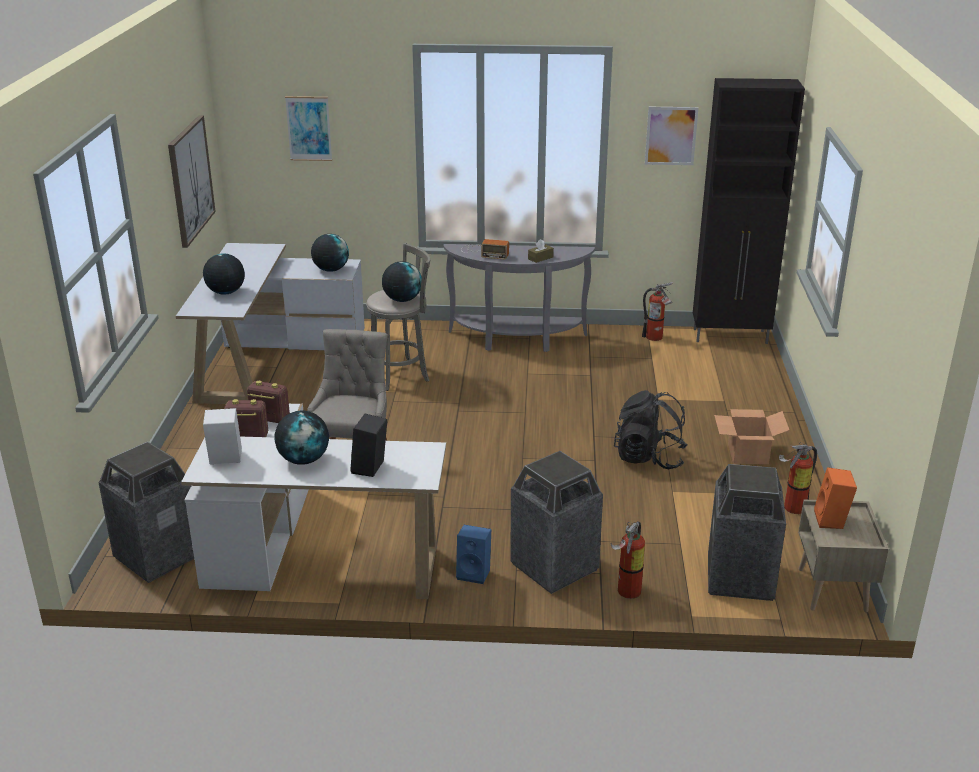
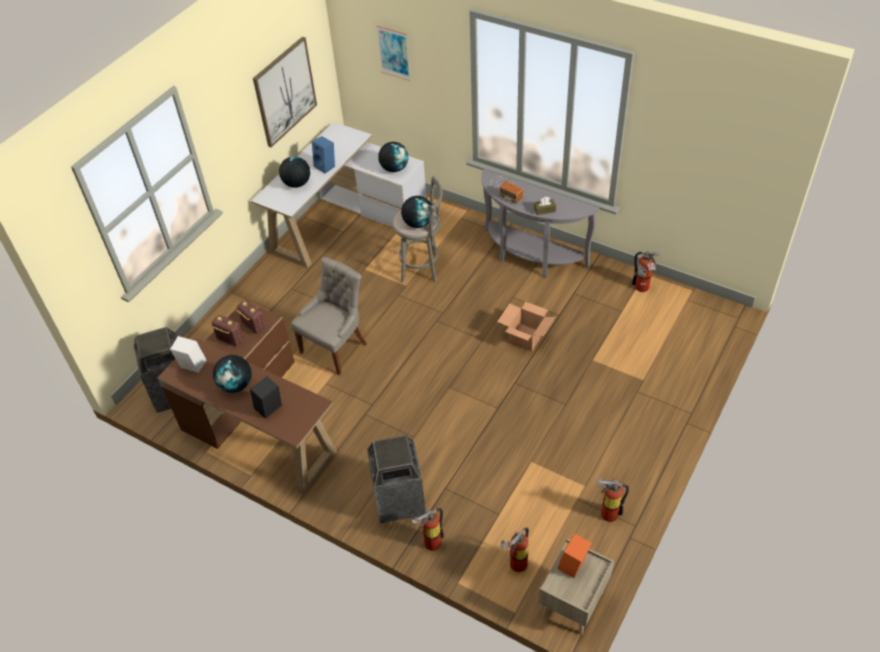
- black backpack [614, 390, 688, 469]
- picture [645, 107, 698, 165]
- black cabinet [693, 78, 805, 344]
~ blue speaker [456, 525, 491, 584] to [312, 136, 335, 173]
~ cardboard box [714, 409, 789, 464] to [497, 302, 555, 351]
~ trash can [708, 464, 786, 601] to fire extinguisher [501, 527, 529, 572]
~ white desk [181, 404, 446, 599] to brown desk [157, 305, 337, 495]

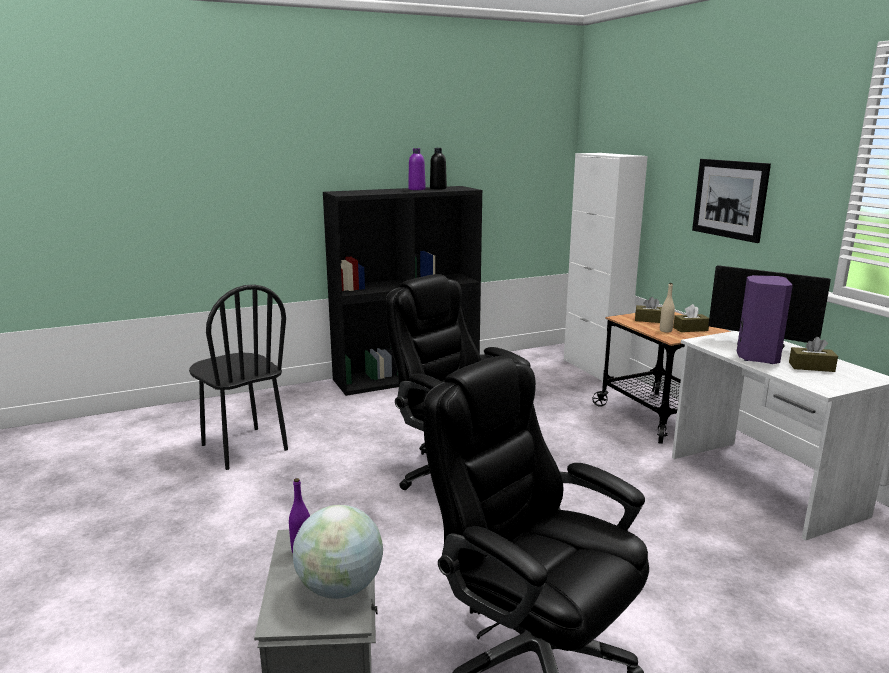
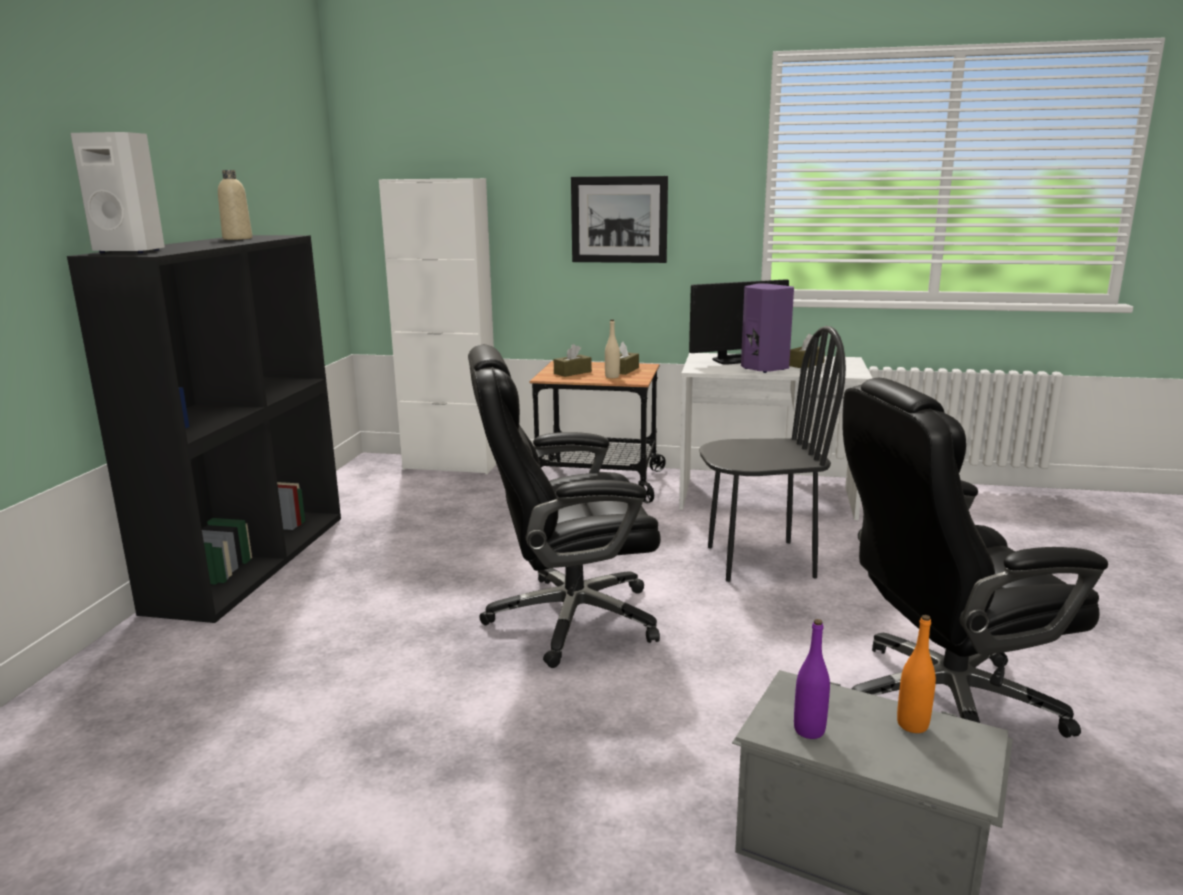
- purple bottle [408, 148, 426, 190]
+ white speaker [70, 132, 165, 253]
~ black chair [189, 285, 288, 470] to [699, 326, 846, 582]
~ globe [293, 505, 383, 599] to orange bottle [897, 615, 936, 733]
~ black bottle [430, 148, 447, 189] to beige bottle [218, 170, 252, 240]

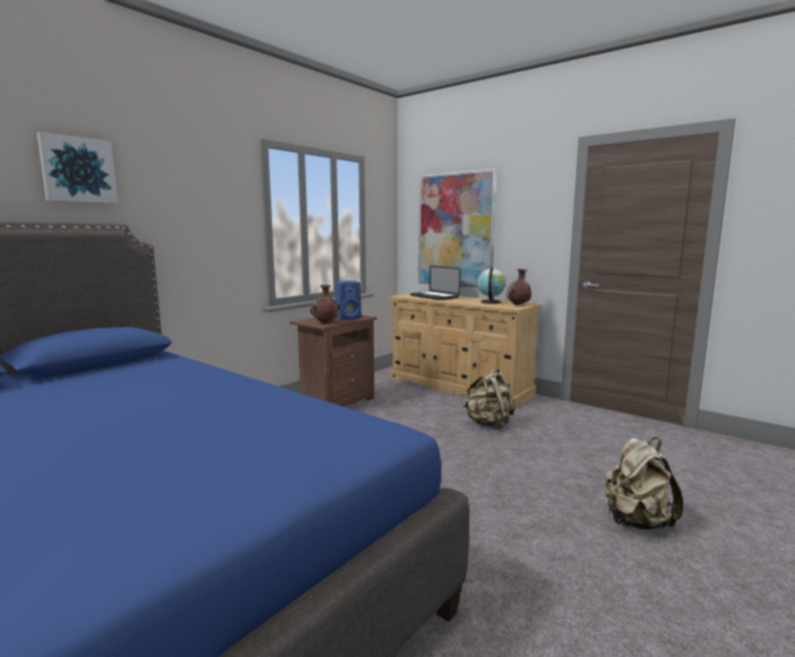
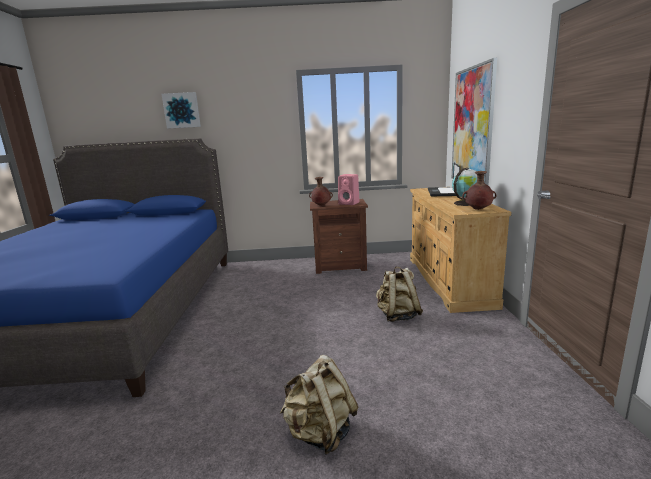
~ blue speaker [336, 280, 362, 320] to pink speaker [338, 174, 360, 205]

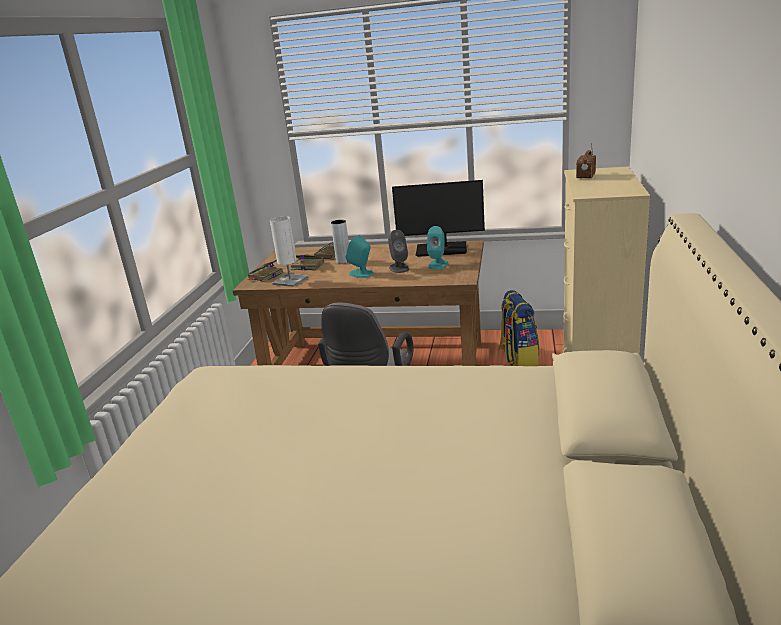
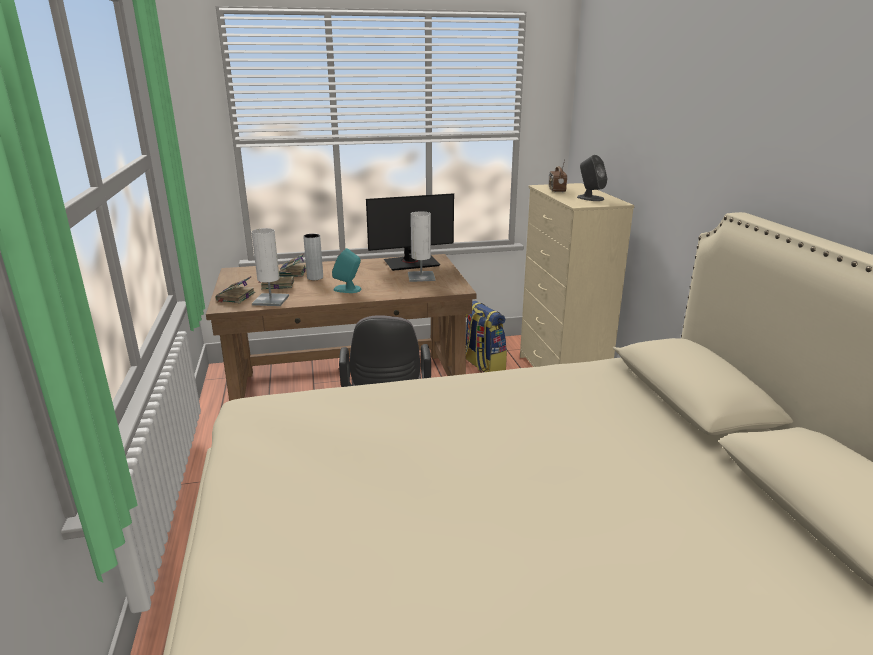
~ grey speaker [388, 230, 410, 273] to [577, 155, 608, 201]
~ turquoise speaker [427, 226, 448, 270] to white table lamp [408, 211, 435, 282]

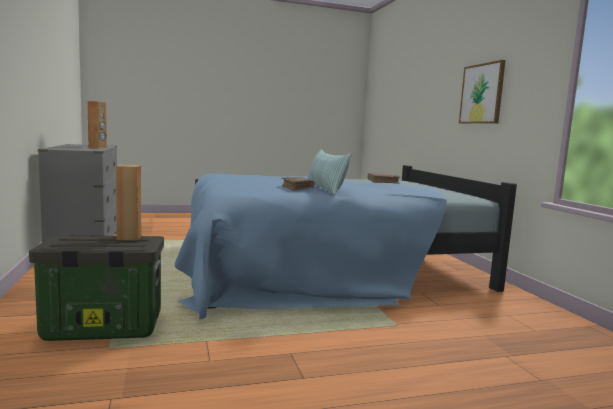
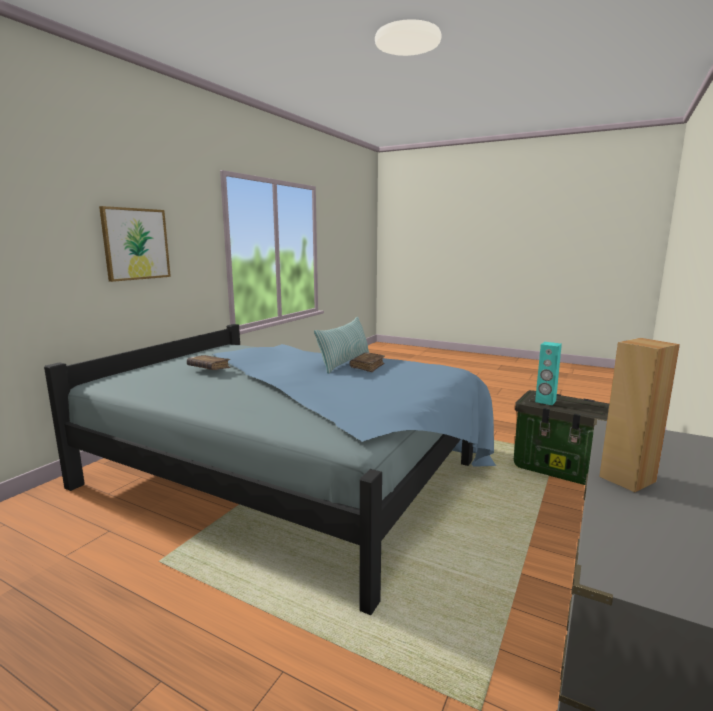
~ brown speaker [116, 165, 141, 240] to turquoise speaker [535, 342, 562, 405]

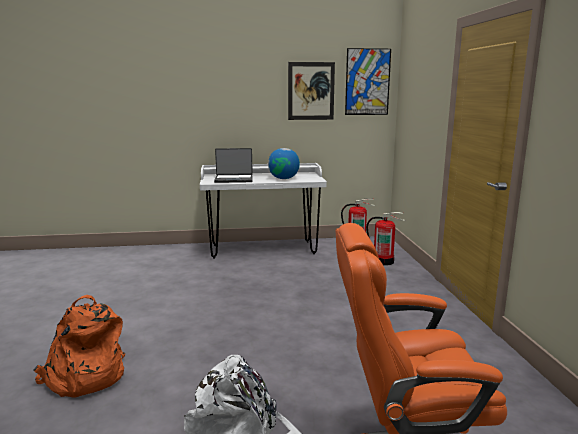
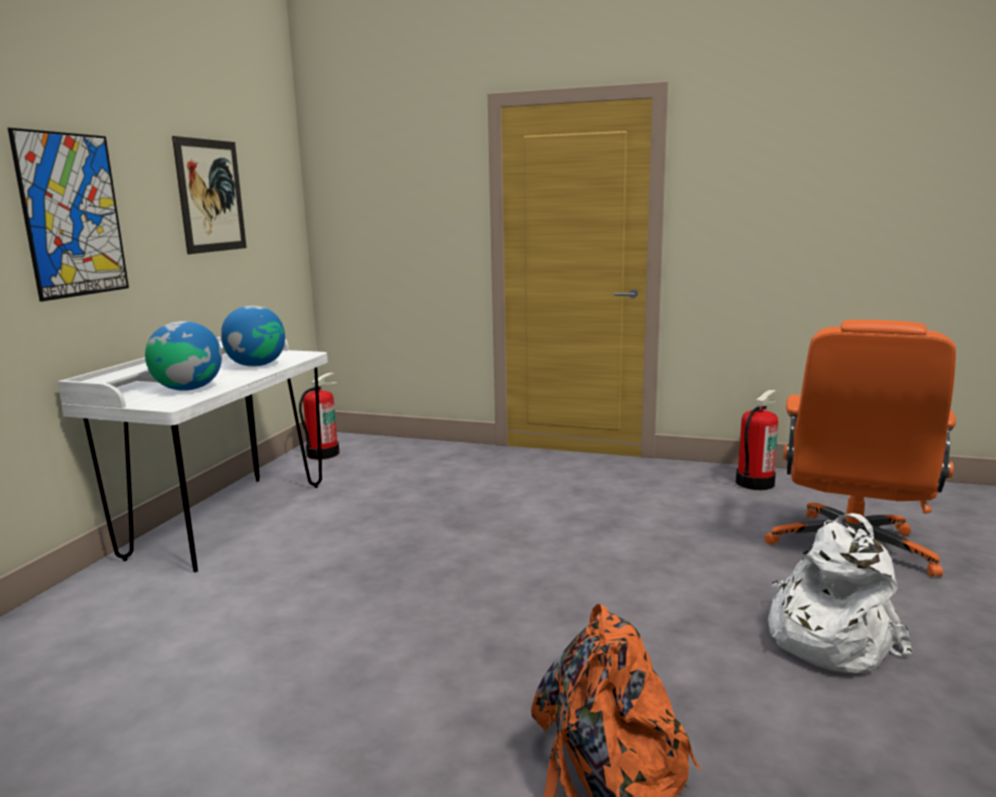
~ picture [345, 48, 391, 115] to [8, 128, 129, 302]
~ fire extinguisher [366, 212, 405, 266] to [736, 389, 778, 490]
~ laptop [214, 148, 253, 183] to globe [145, 321, 222, 391]

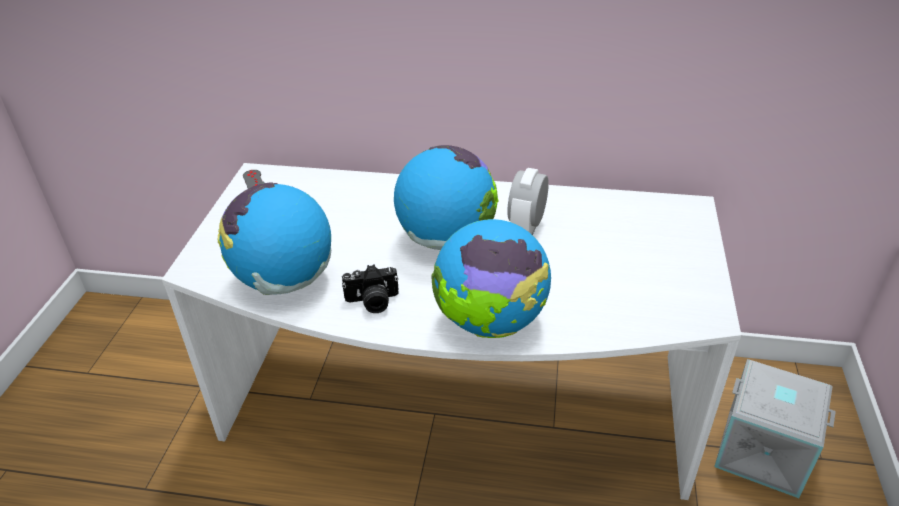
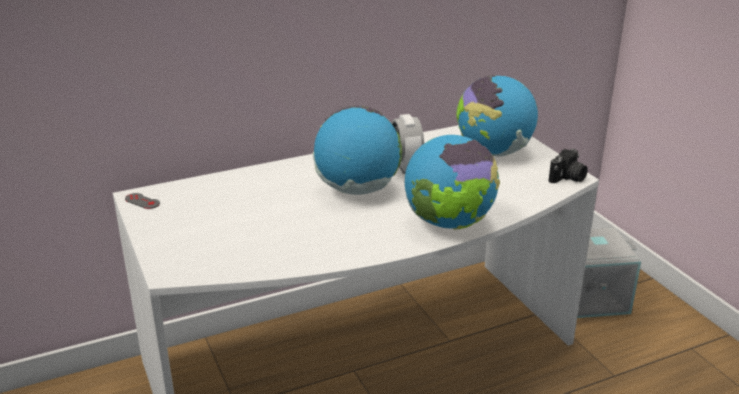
~ globe [218, 183, 331, 295] to [456, 75, 538, 157]
~ photo camera [342, 264, 399, 313] to [549, 149, 588, 183]

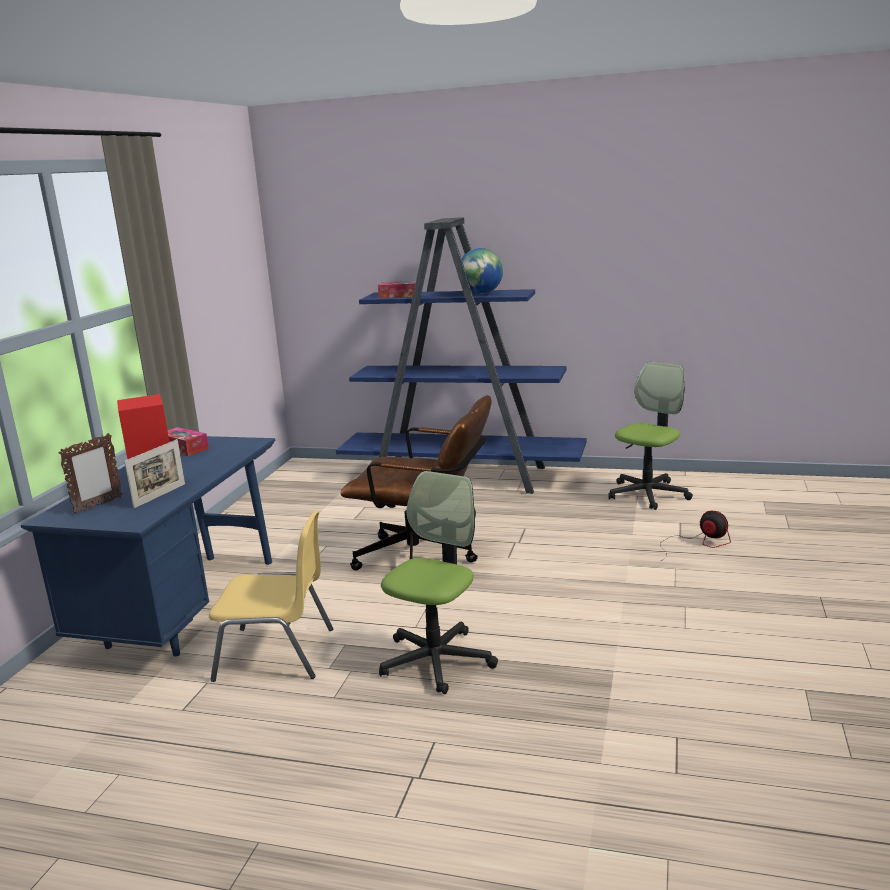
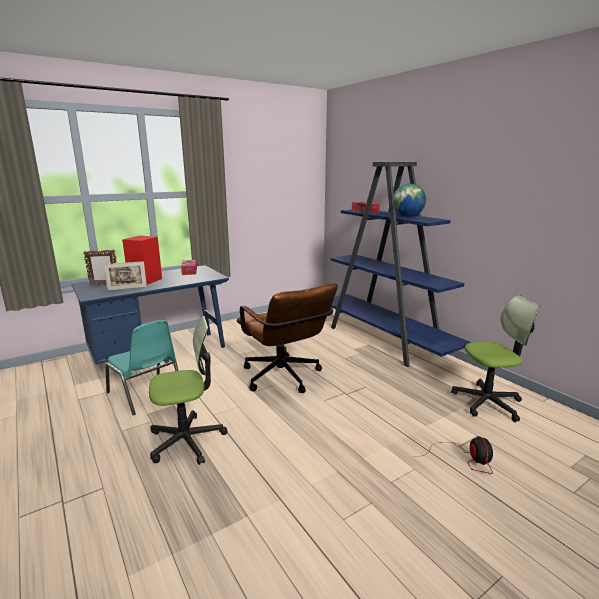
~ yellow chair [209, 510, 333, 682] to turquoise chair [105, 320, 179, 415]

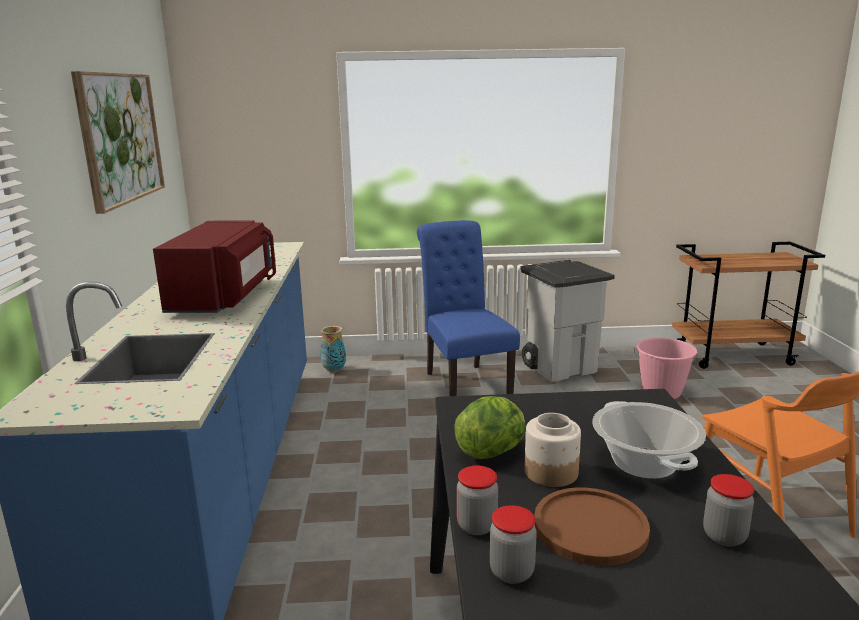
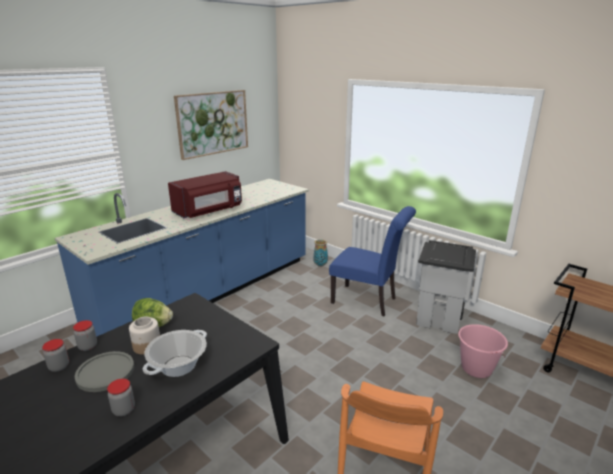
~ brown plate [534, 487, 650, 566] to grey plate [75, 351, 134, 392]
~ blue chair [417, 220, 520, 396] = [329, 206, 416, 316] 90 degrees clockwise

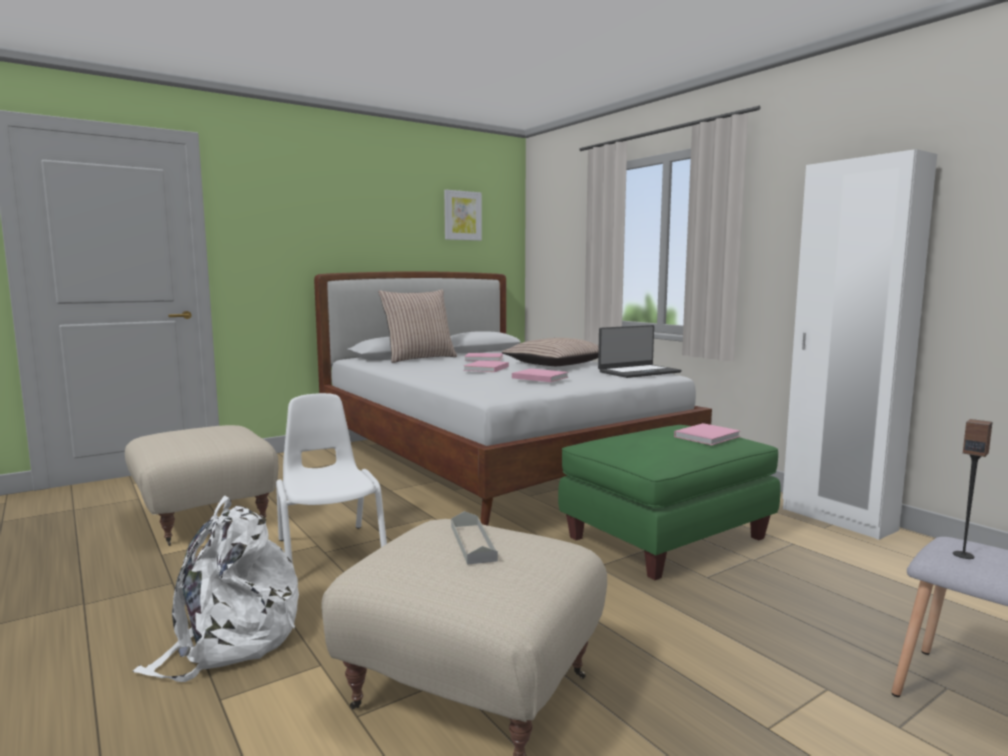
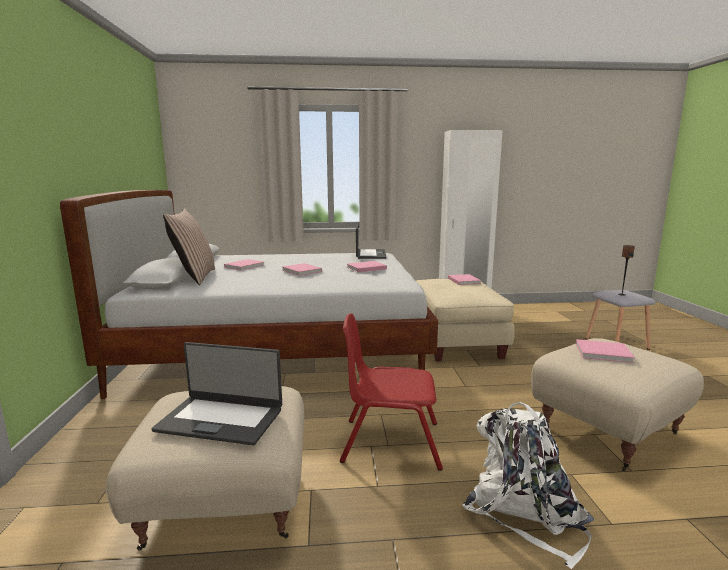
- picture [444, 190, 482, 241]
- pillow [502, 338, 599, 366]
+ laptop [152, 342, 282, 445]
~ grey tray [451, 511, 498, 565] to pink book [576, 339, 635, 363]
~ white chair [276, 393, 387, 563] to red chair [340, 313, 443, 471]
~ green ottoman [558, 425, 781, 580] to beige ottoman [416, 279, 515, 362]

